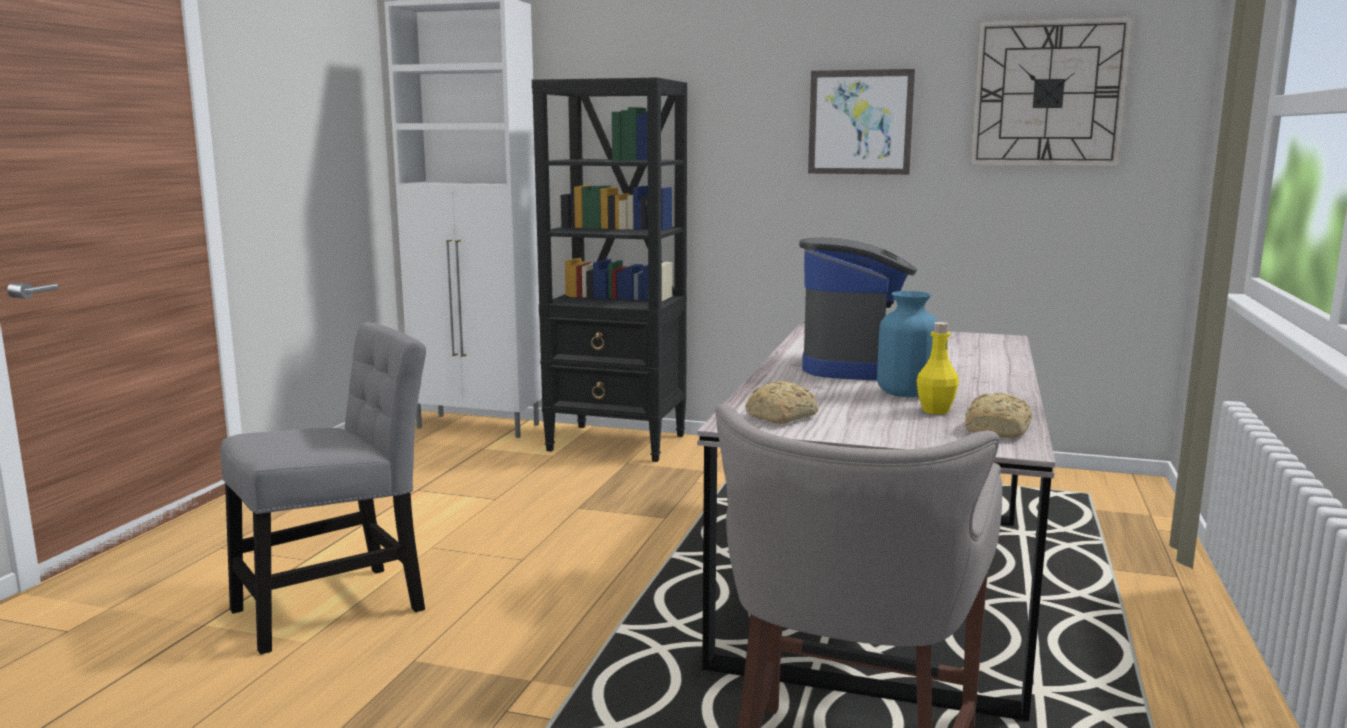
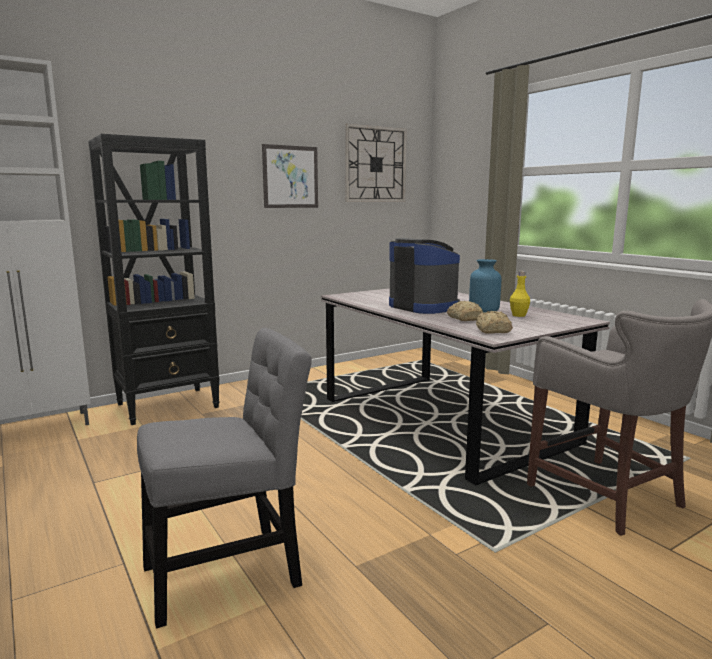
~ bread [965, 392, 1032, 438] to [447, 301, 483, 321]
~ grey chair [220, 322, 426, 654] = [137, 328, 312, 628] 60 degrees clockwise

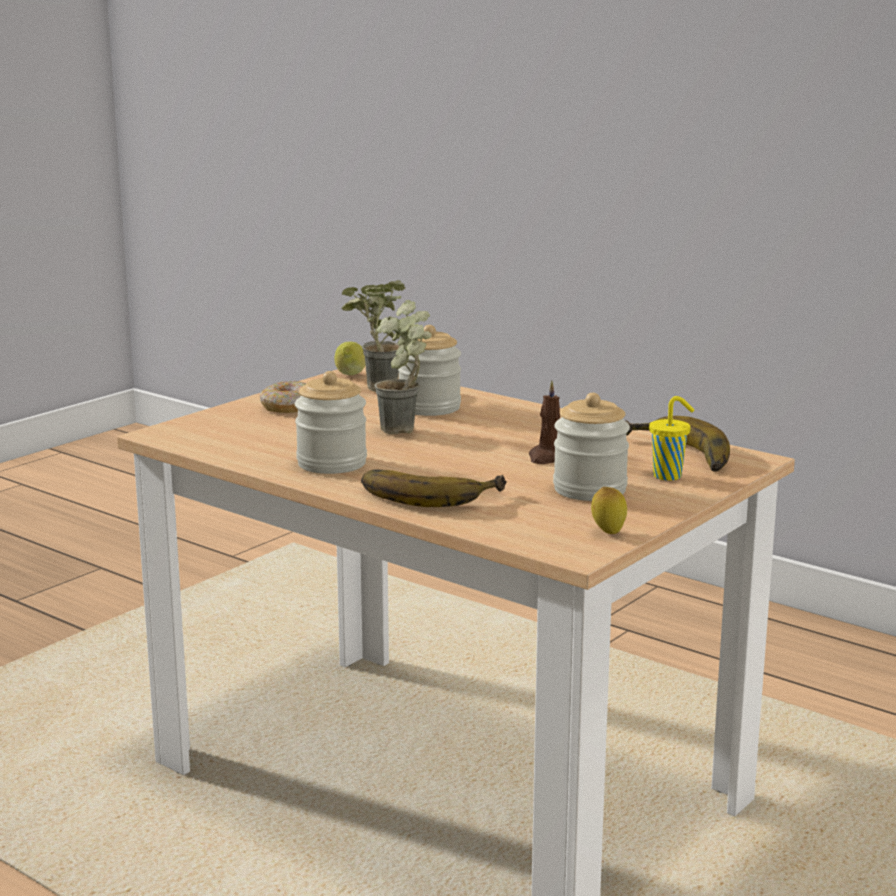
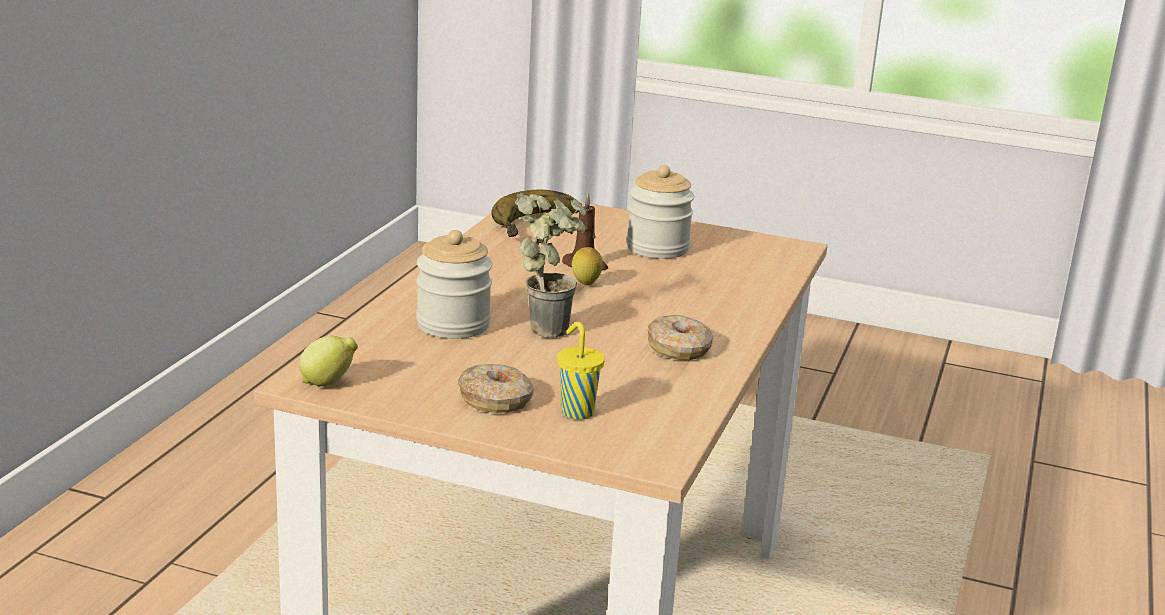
- potted plant [341, 280, 405, 392]
- banana [361, 470, 507, 507]
~ lemon [591, 487, 627, 534] to [572, 247, 603, 285]
~ yellow cup [649, 396, 694, 481] to [557, 322, 605, 420]
~ jar [295, 371, 367, 474] to donut [648, 315, 713, 360]

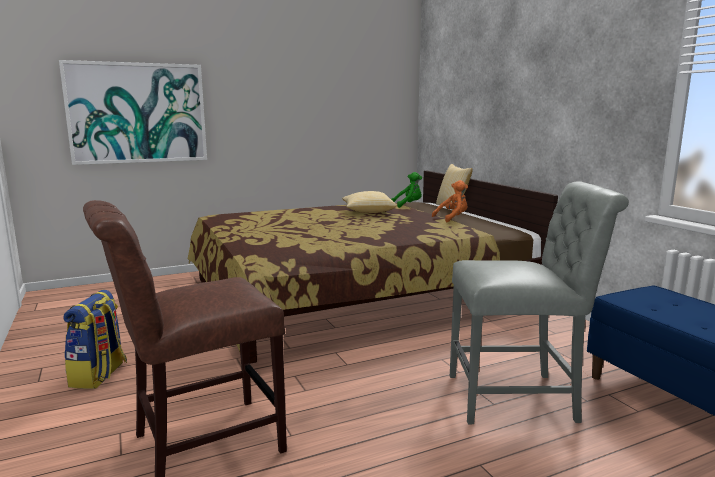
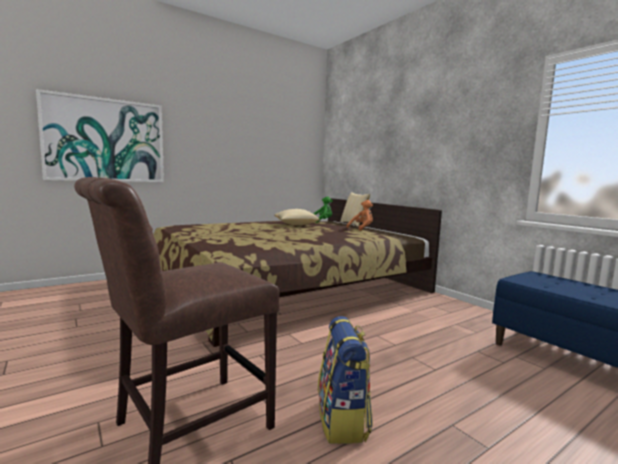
- grey chair [450, 181, 629, 424]
~ backpack [63, 290, 127, 389] to [318, 316, 373, 444]

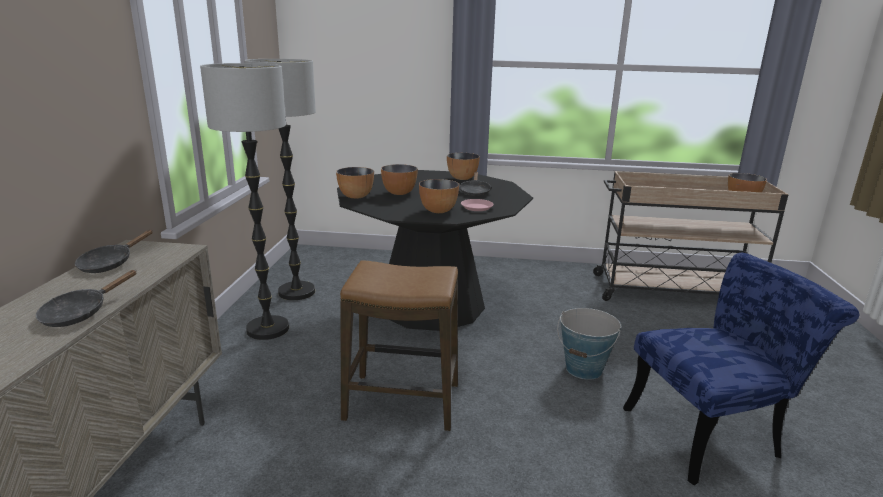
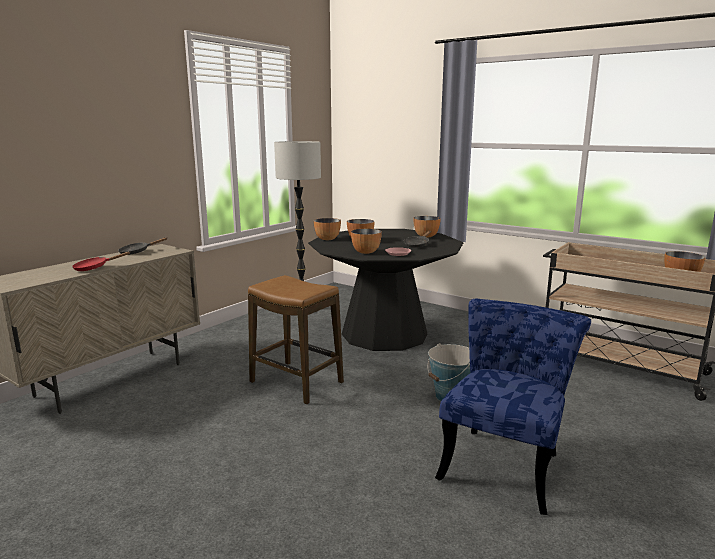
- floor lamp [200, 63, 289, 340]
~ black frying pan [36, 270, 137, 327] to red frying pan [72, 252, 130, 271]
~ blue chair [623, 253, 859, 485] = [435, 299, 591, 515] 75 degrees counterclockwise

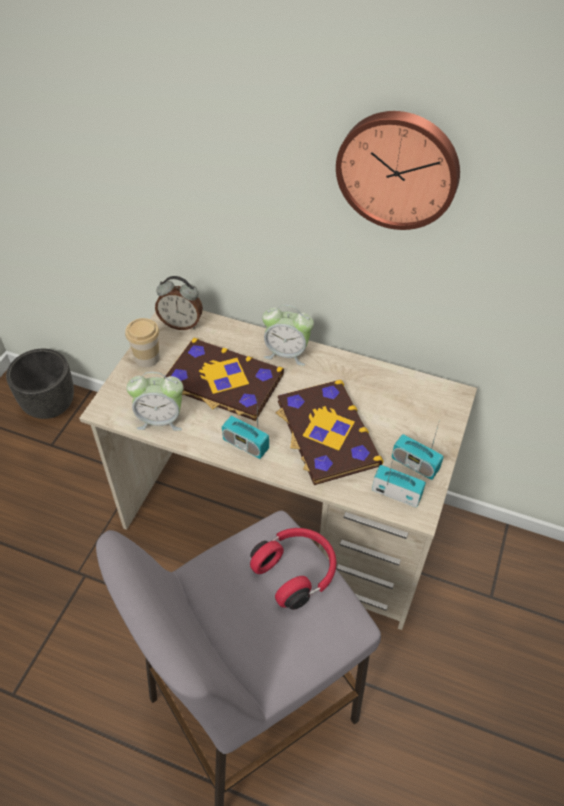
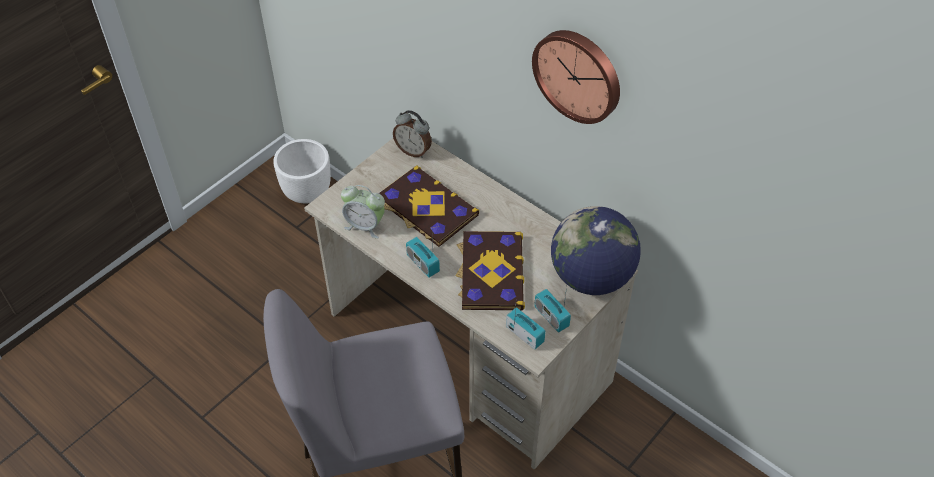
- cup [125, 318, 160, 367]
- red headphones [250, 528, 336, 610]
- alarm clock [262, 305, 314, 366]
+ globe [551, 206, 641, 295]
~ black planter [6, 349, 74, 419] to white planter [273, 139, 331, 204]

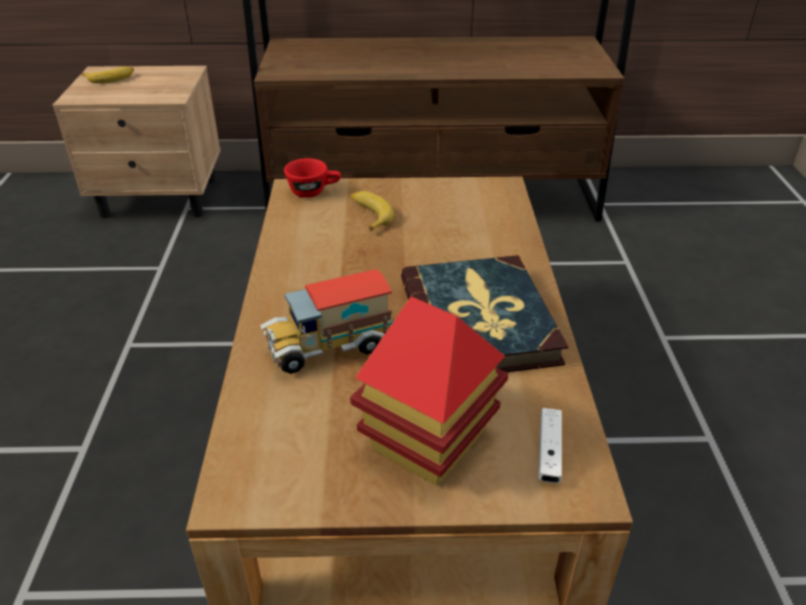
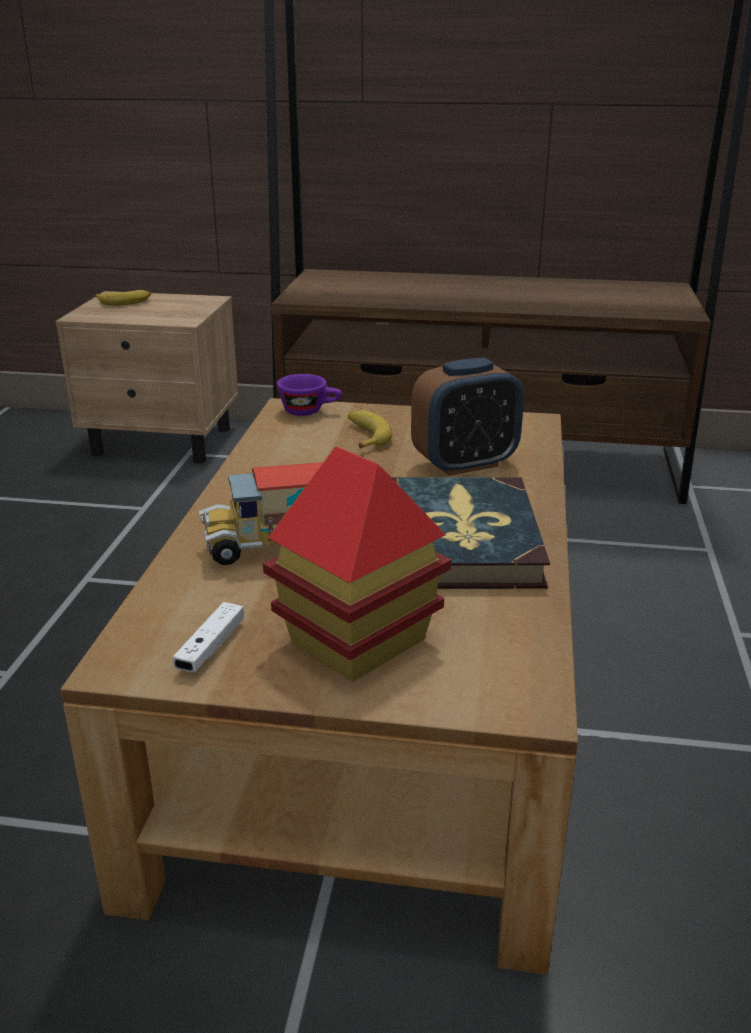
+ alarm clock [411, 358, 524, 476]
~ white game controller [538, 408, 562, 483] to [173, 602, 244, 672]
~ red cup [284, 158, 341, 198] to purple cup [277, 374, 342, 416]

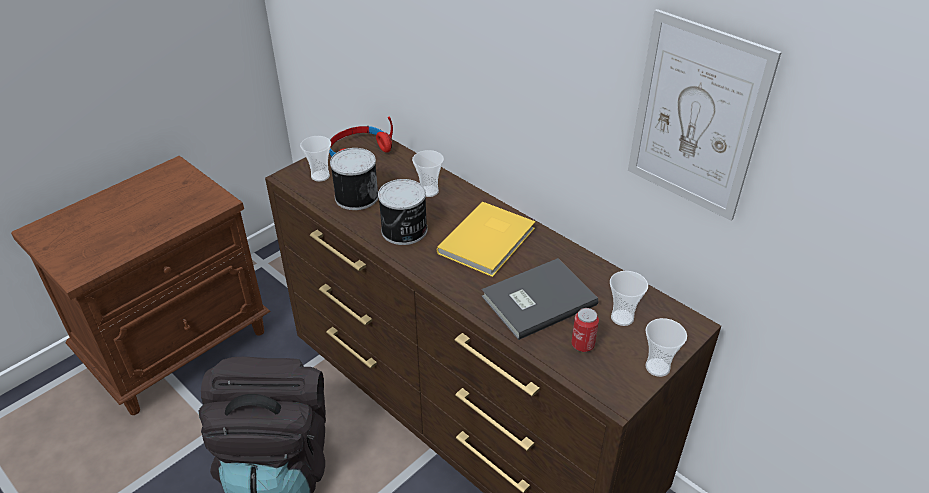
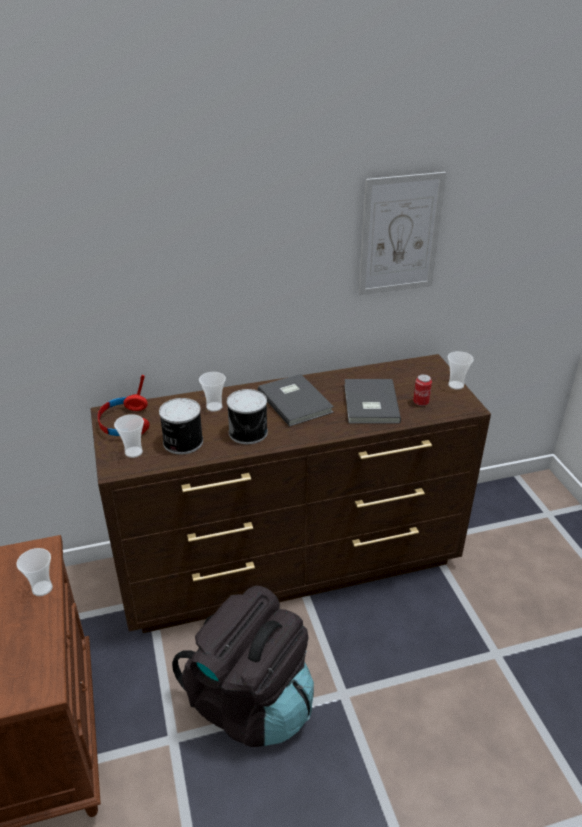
~ cup [610, 271, 648, 326] to [16, 548, 53, 596]
~ yellow book [437, 202, 535, 277] to grey book [258, 374, 334, 427]

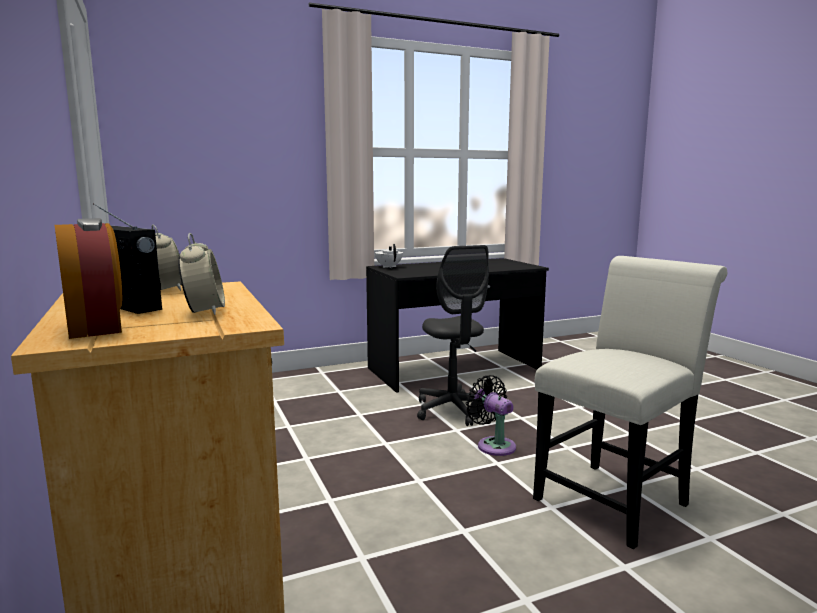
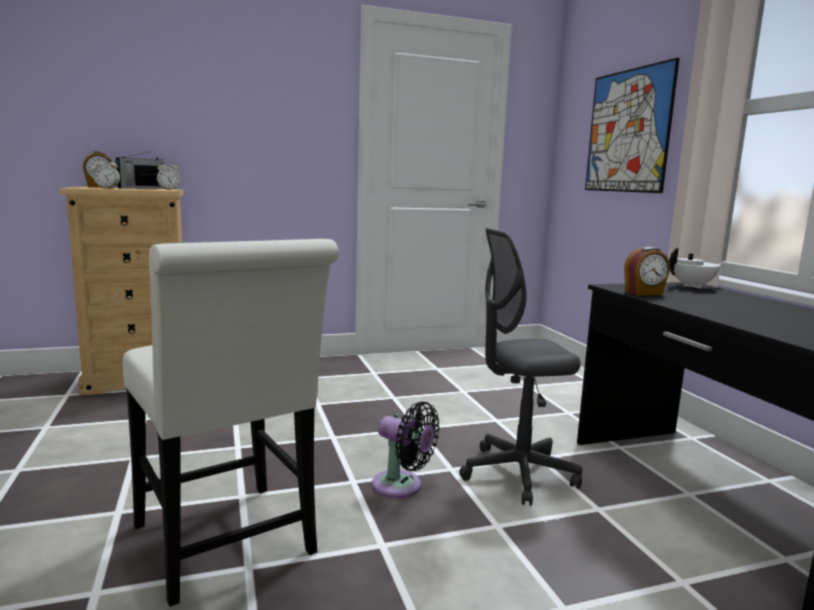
+ picture [585, 58, 680, 193]
+ alarm clock [624, 247, 670, 295]
~ black fan [466, 375, 516, 456] = [372, 401, 439, 498] 60 degrees clockwise

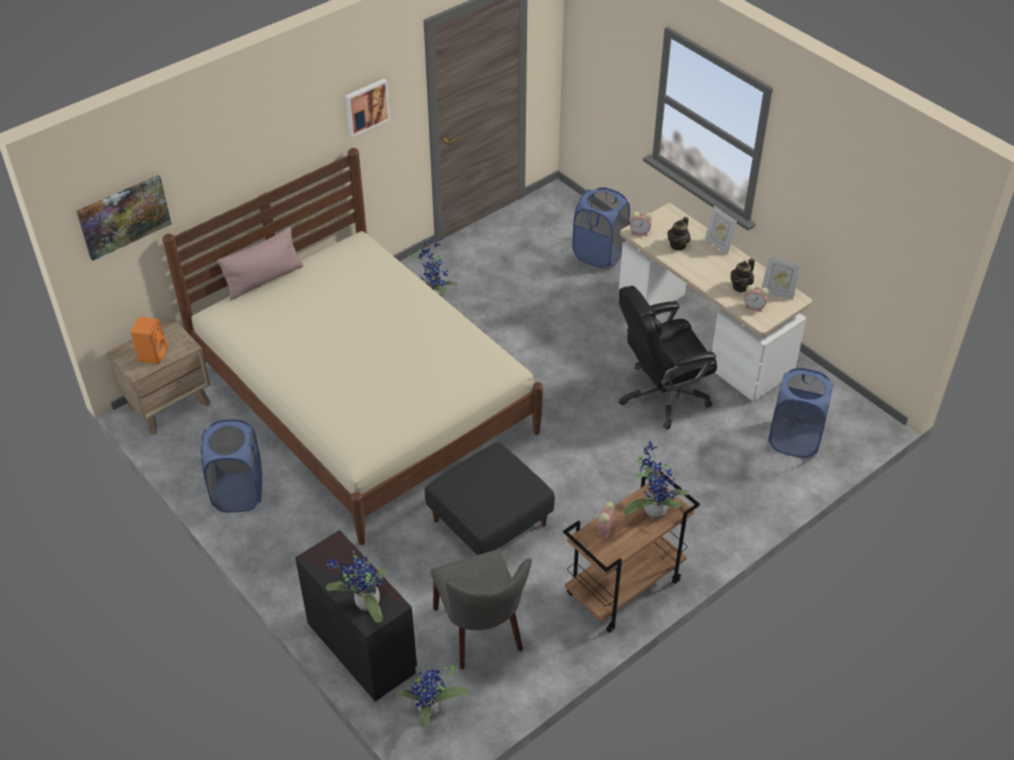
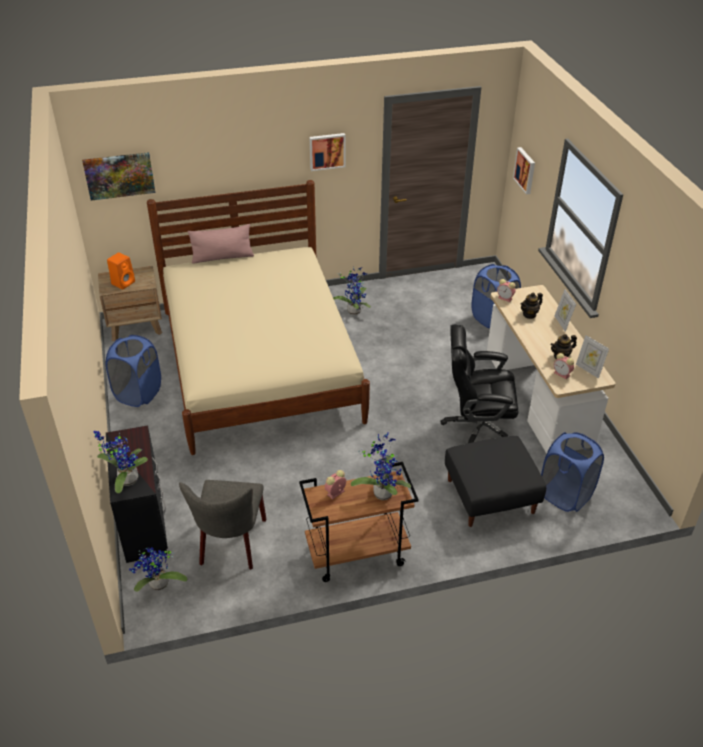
+ picture [513, 147, 535, 195]
~ black ottoman [425, 443, 555, 555] to [445, 436, 546, 527]

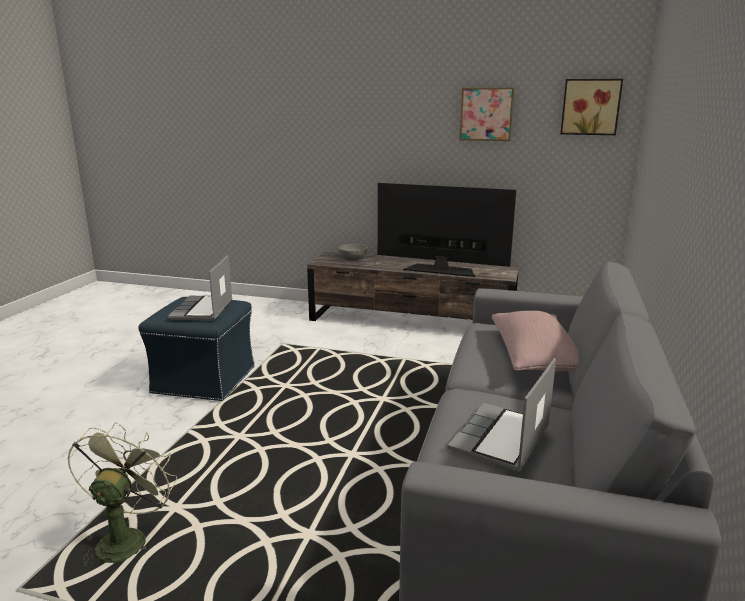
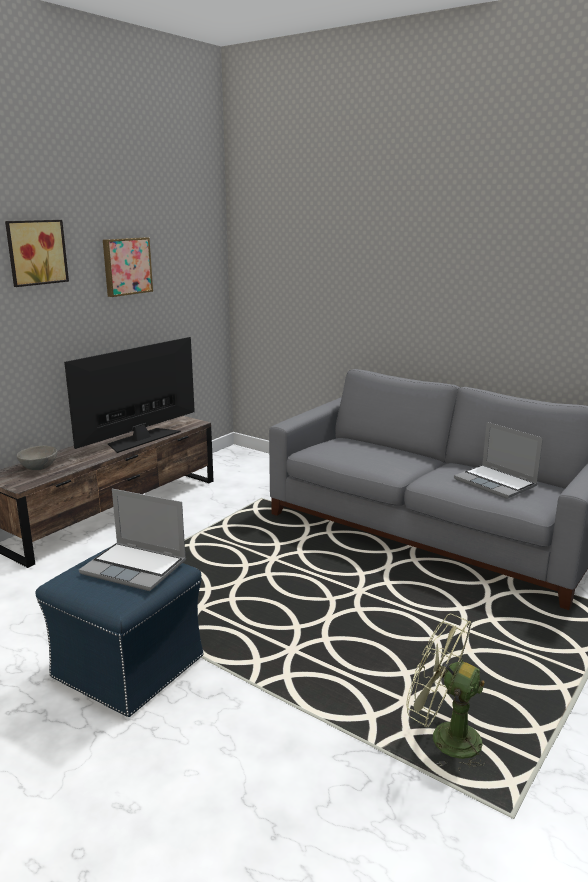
- pink pillow [492, 311, 579, 371]
~ picture [560, 79, 623, 135] to [5, 220, 69, 287]

